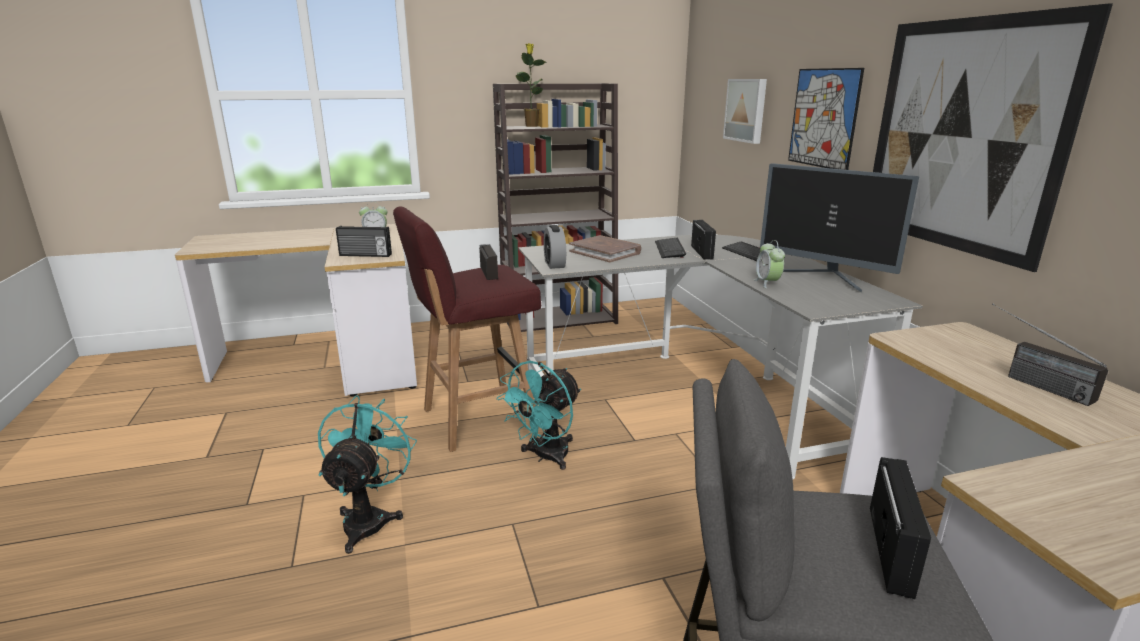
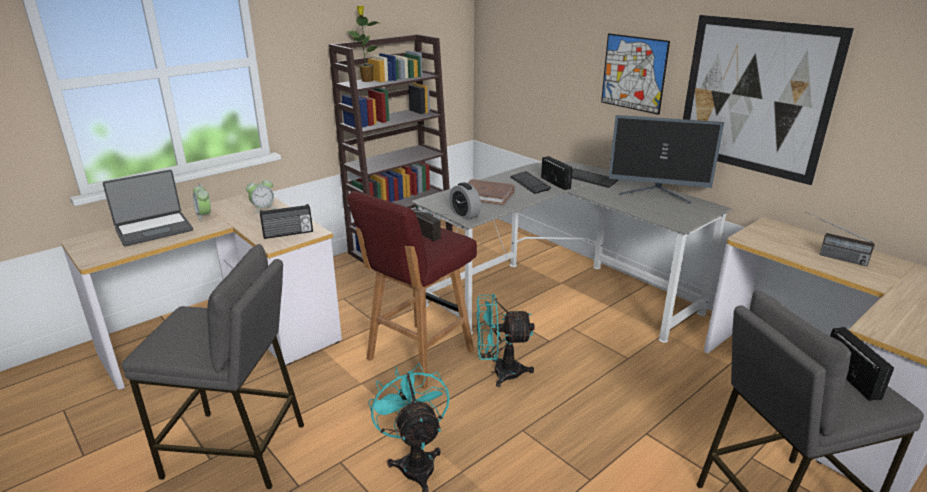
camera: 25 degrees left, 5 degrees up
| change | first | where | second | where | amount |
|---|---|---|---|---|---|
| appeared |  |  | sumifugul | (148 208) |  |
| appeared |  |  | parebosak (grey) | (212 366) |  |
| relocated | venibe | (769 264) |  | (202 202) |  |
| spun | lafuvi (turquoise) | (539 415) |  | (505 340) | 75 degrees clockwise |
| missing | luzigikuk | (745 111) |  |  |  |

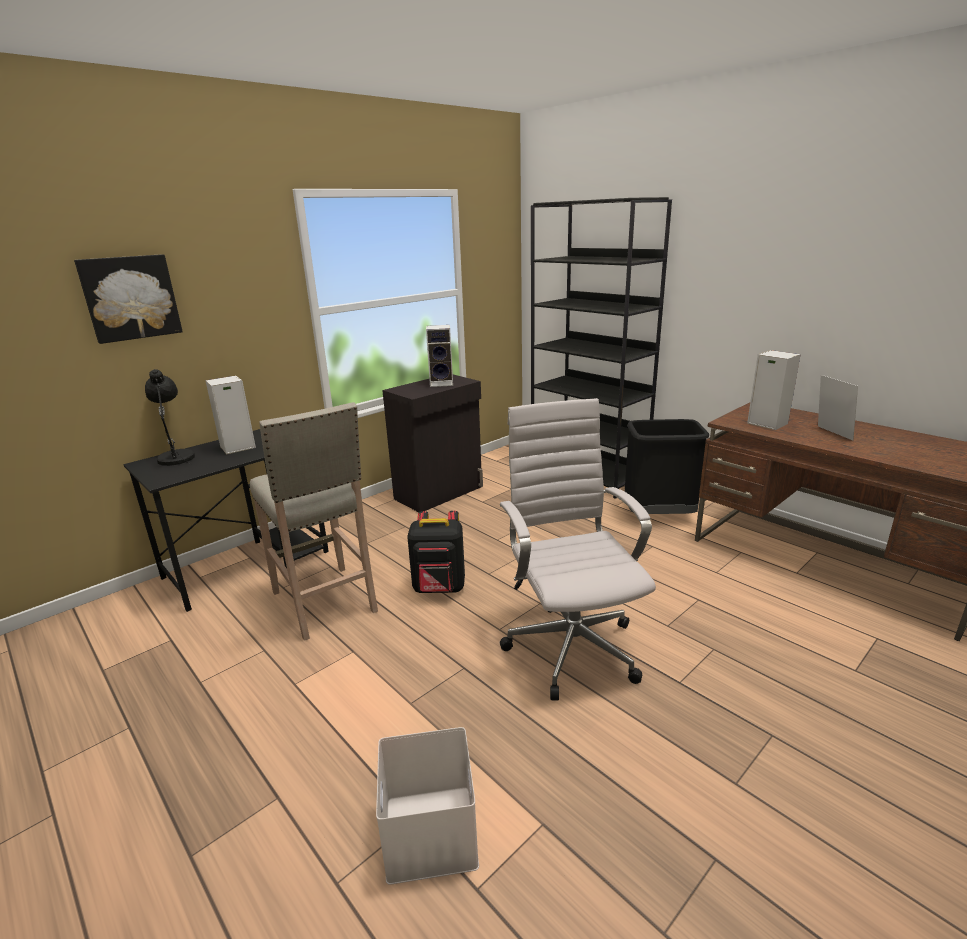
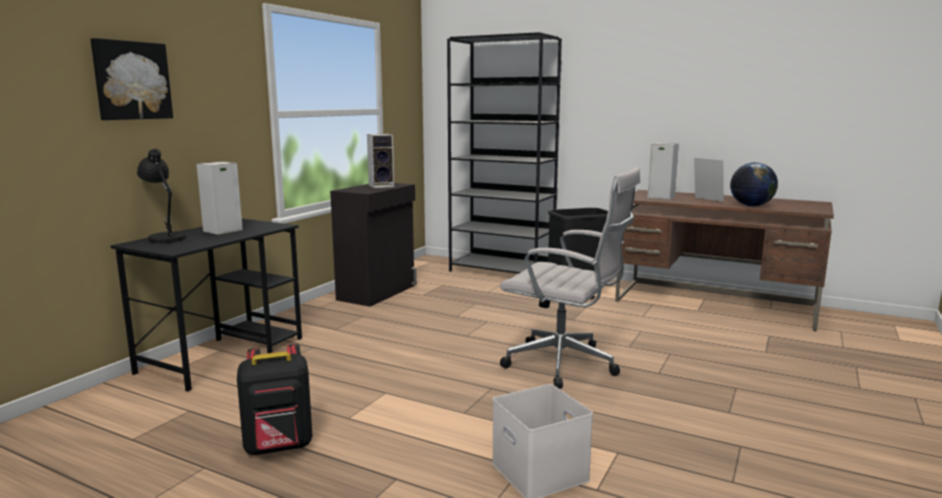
camera: 20 degrees left, 10 degrees down
| change | first | where | second | where | amount |
|---|---|---|---|---|---|
| relocated | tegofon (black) | (436 552) |  | (275 399) |  |
| spun | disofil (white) | (578 549) |  | (570 278) | 150 degrees clockwise |
| appeared |  |  | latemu | (754 184) |  |
| missing | parebosak (beige) | (314 521) |  |  |  |

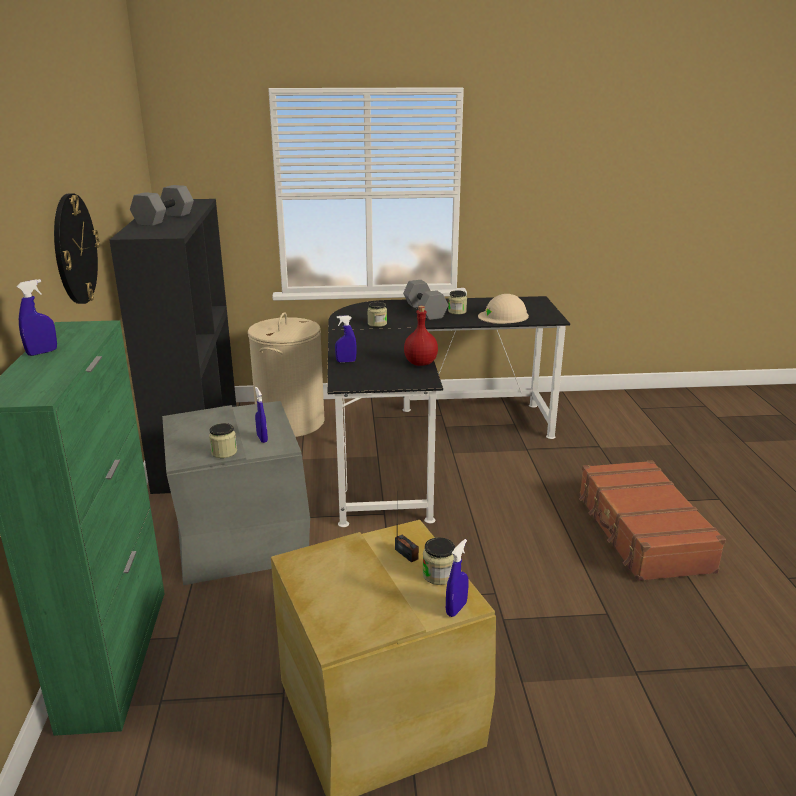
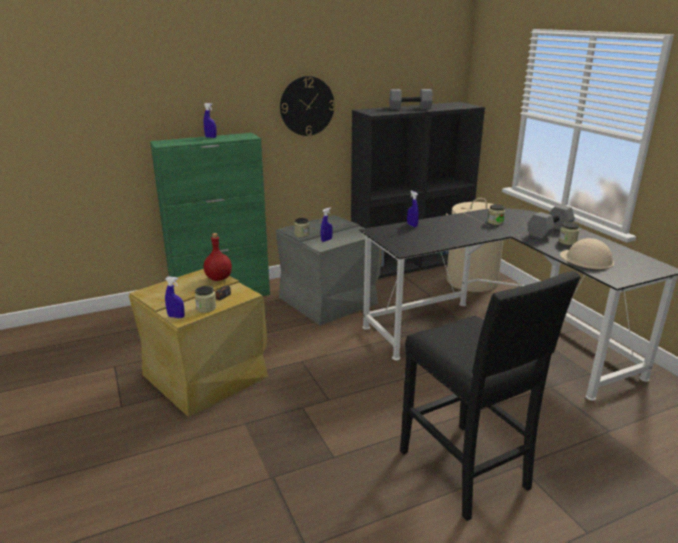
camera: 70 degrees right, 0 degrees up
| change | first | where | second | where | amount |
|---|---|---|---|---|---|
| relocated | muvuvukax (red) | (421 336) |  | (218 257) |  |
| exchanged | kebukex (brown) | (652 520) | parebosak (black) | (490 396) |  |

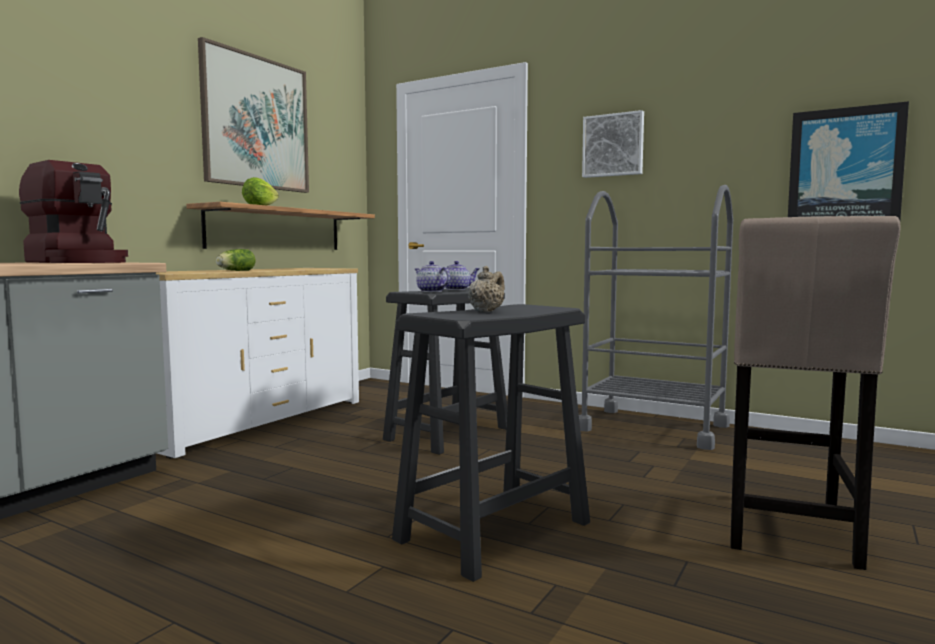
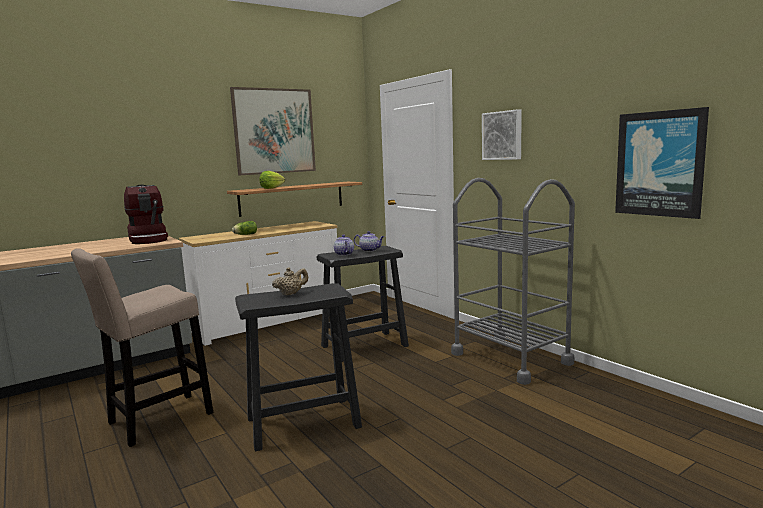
camera: 25 degrees right, 5 degrees up
| change | first | where | second | where | amount |
|---|---|---|---|---|---|
| relocated | parebosak (beige) | (815 393) |  | (142 347) |  |

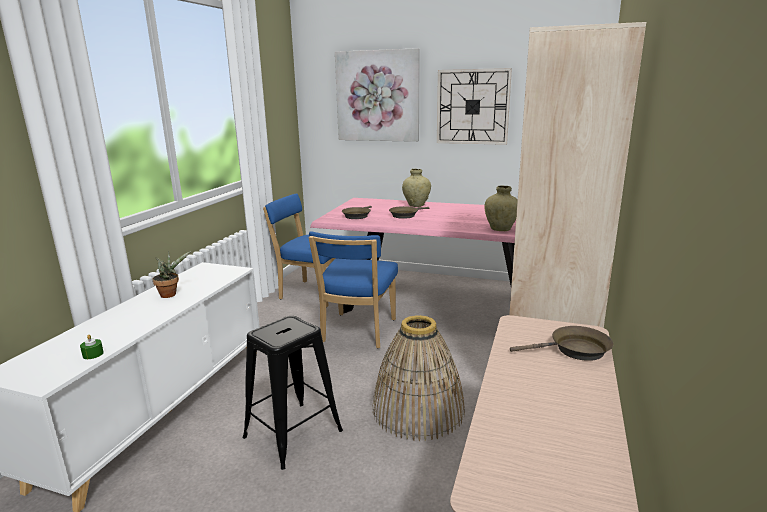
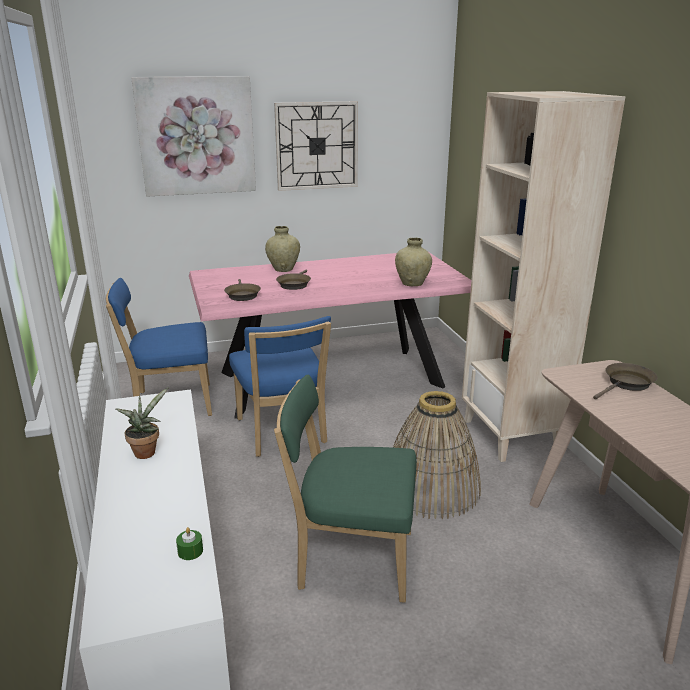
camera: 35 degrees left, 5 degrees up
| change | first | where | second | where | amount |
|---|---|---|---|---|---|
| exchanged | parebosak (black) | (293 393) | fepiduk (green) | (345 488) |  |

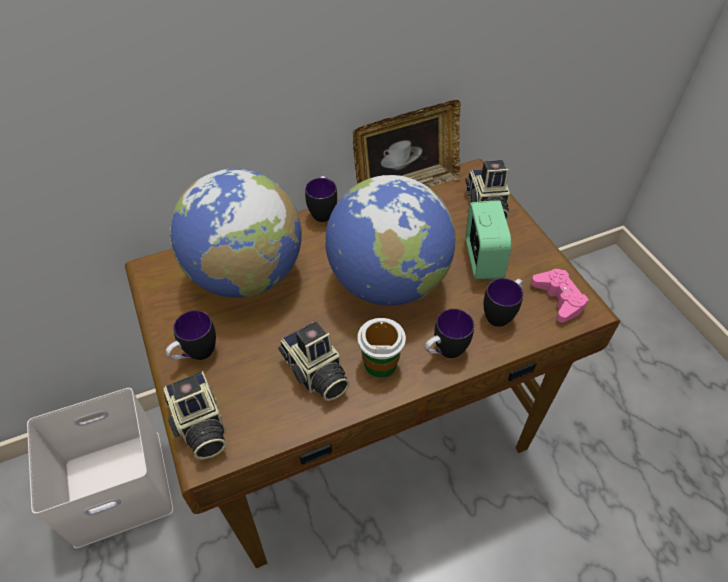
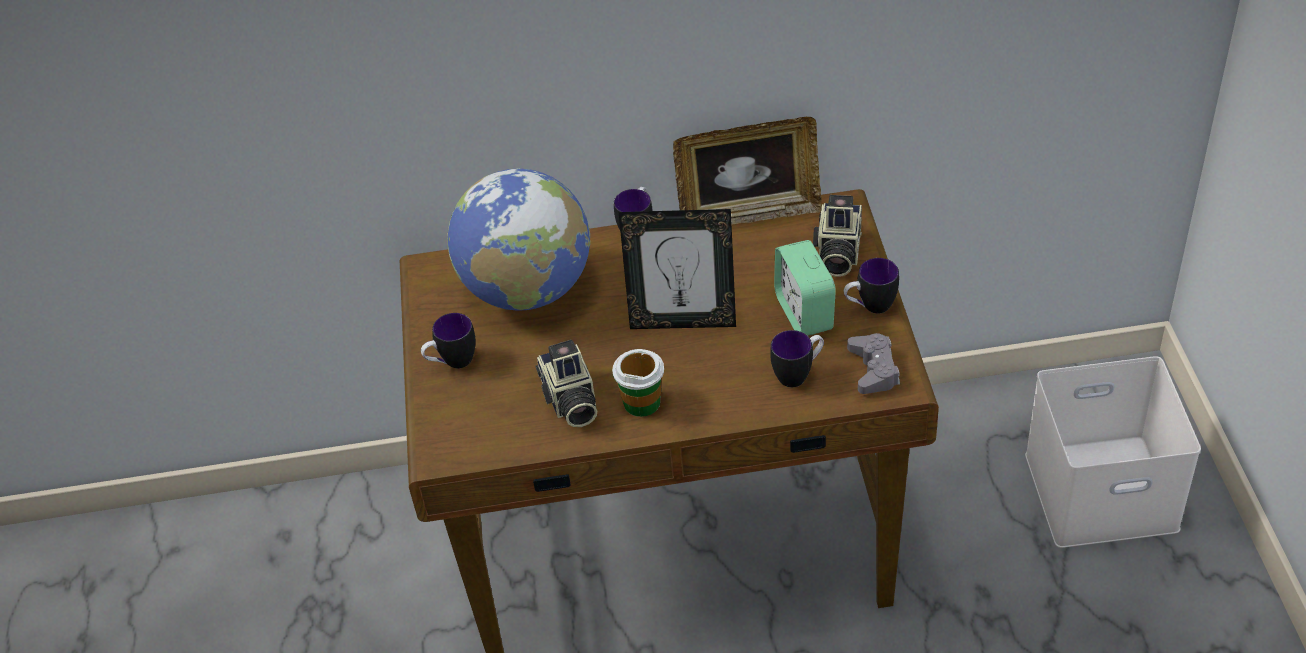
camera: 20 degrees right, 5 degrees down
| change | first | where | second | where | amount |
|---|---|---|---|---|---|
| exchanged | latemu | (390 240) | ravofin | (677 269) |  |
| spun | venibe | (488 240) |  | (805 288) | 150 degrees clockwise |
| relocated | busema | (449 333) |  | (871 285) |  |
| colour | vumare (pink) | (560 296) | vumare (grey) | (873 363) |  |
| relocated | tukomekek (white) | (100 468) |  | (1113 452) |  |
| missing | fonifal | (194 415) |  |  |  |

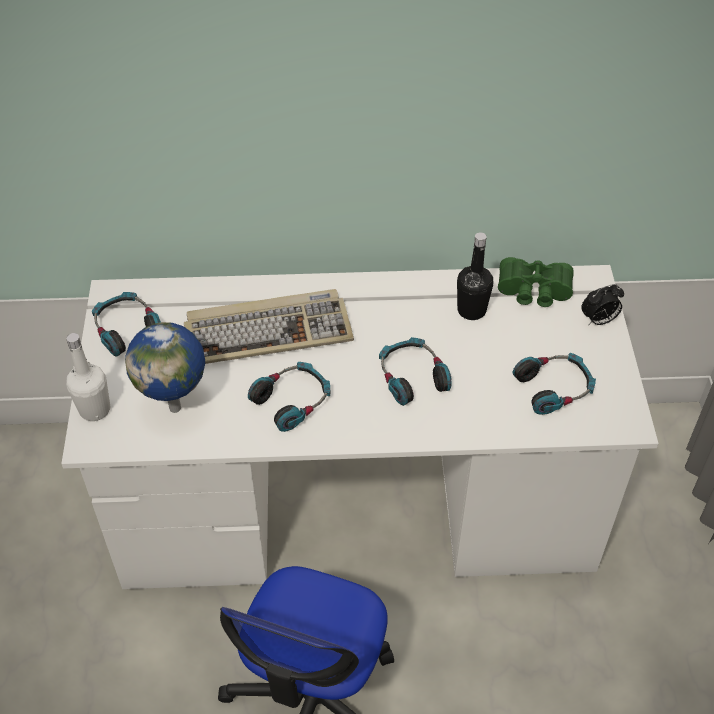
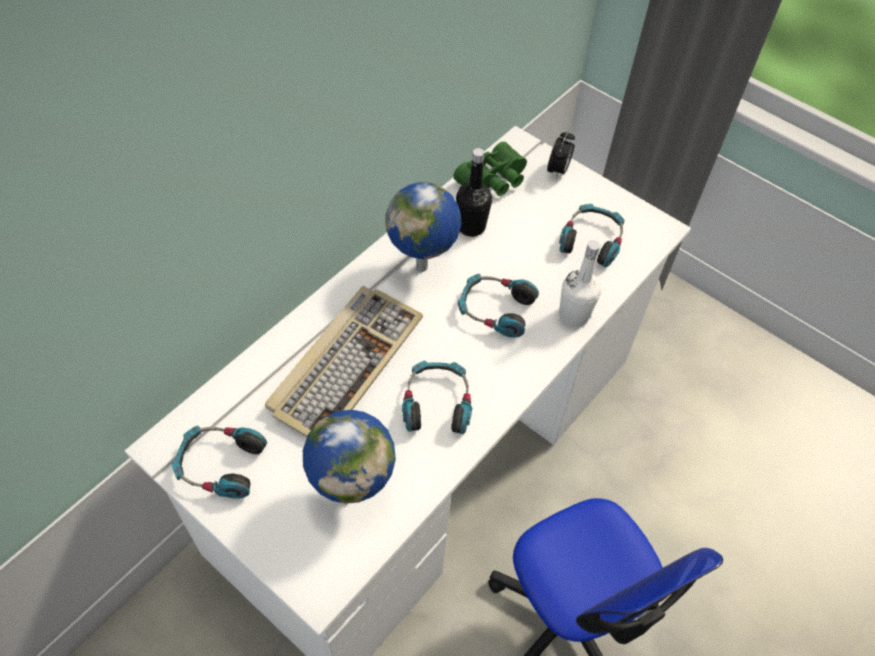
camera: 50 degrees left, 5 degrees up
| change | first | where | second | where | amount |
|---|---|---|---|---|---|
| appeared |  |  | latemu | (423 227) |  |
| relocated | muvuvukax (white) | (88 377) |  | (580 283) |  |

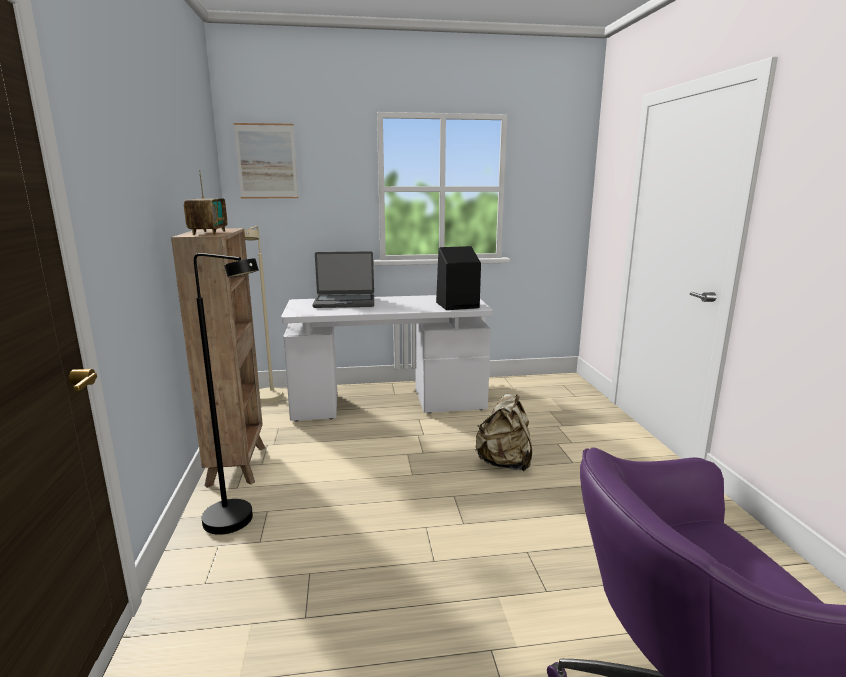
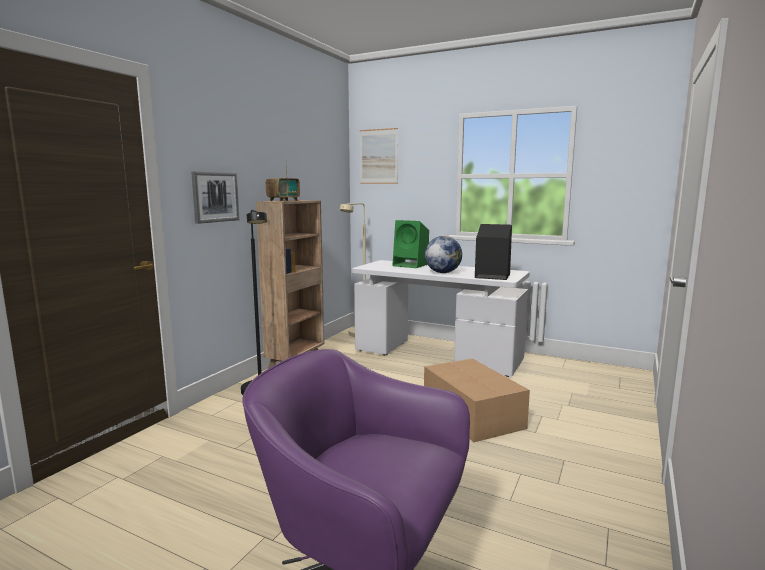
camera: 35 degrees right, 5 degrees down
| change | first | where | second | where | amount |
|---|---|---|---|---|---|
| appeared |  |  | luzigikuk | (215 198) |  |
| exchanged | sumifugul | (343 279) | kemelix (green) | (410 244) |  |
| exchanged | tegofon (beige) | (503 432) | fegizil | (477 400) |  |
| appeared |  |  | latemu | (443 254) |  |

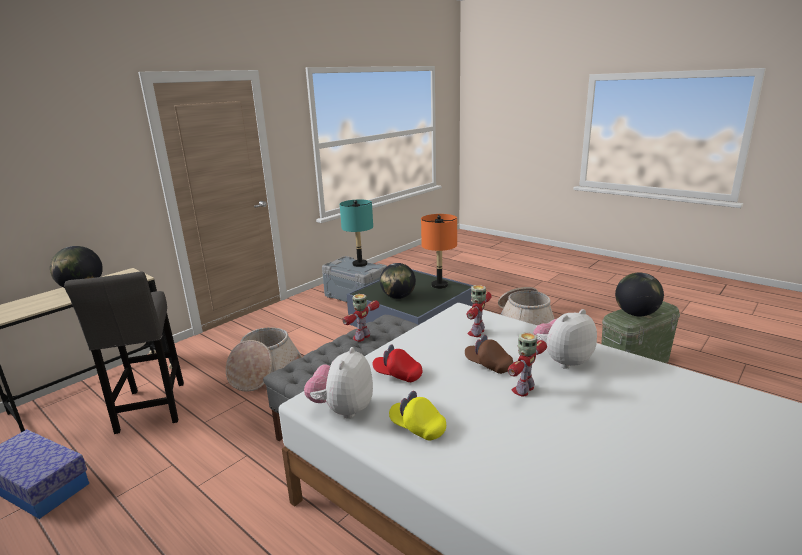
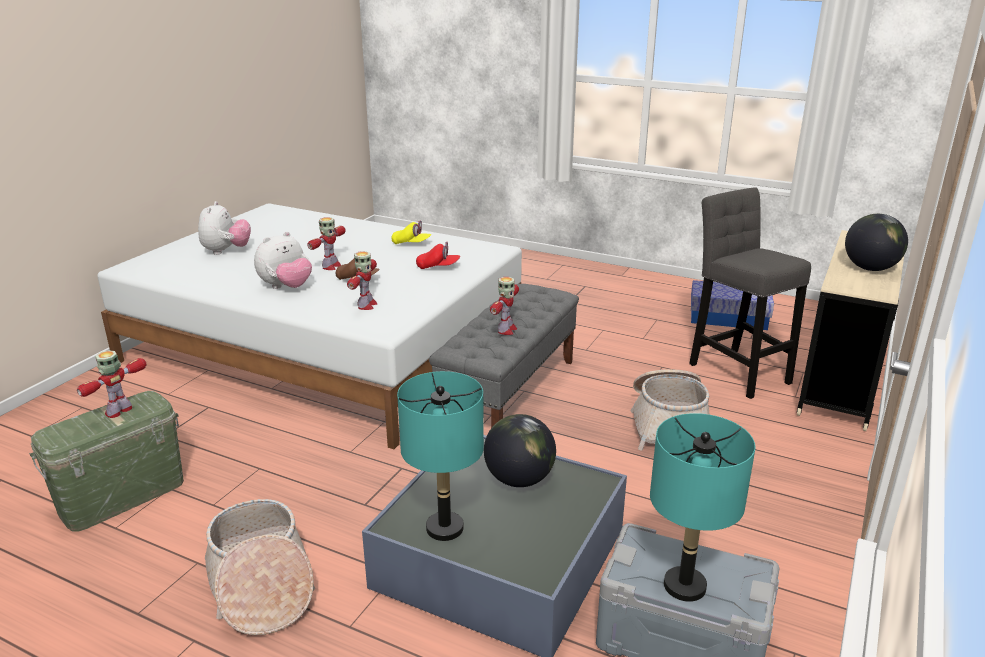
camera: 165 degrees right, 5 degrees up
| change | first | where | second | where | amount |
|---|---|---|---|---|---|
| exchanged | latemu | (639 294) | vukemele | (112 384) |  |
| relocated | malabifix | (338 383) |  | (224 228) |  |
| colour | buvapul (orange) | (439 251) | buvapul (turquoise) | (440 456) |  |

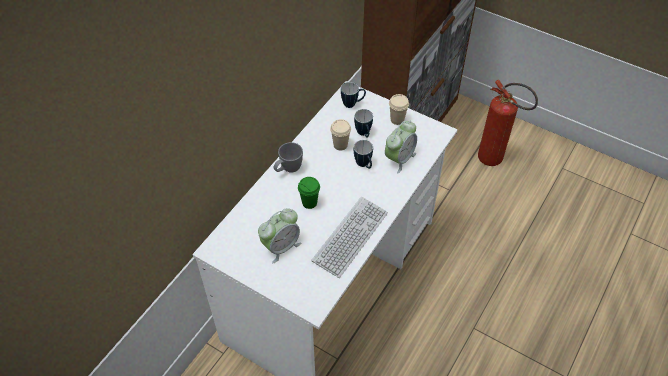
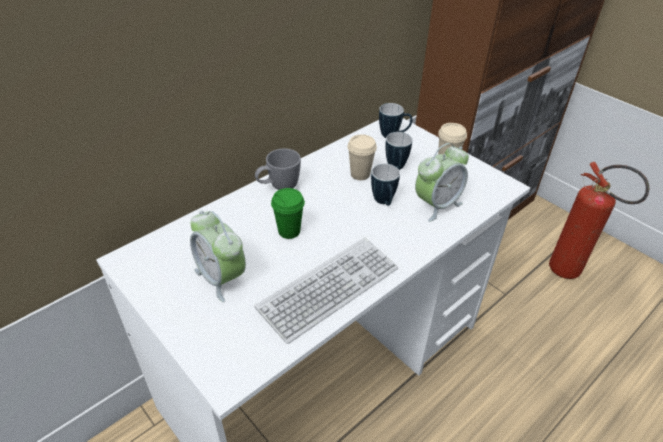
camera: 15 degrees right, 10 degrees down
| change | first | where | second | where | amount |
|---|---|---|---|---|---|
| spun | venibe | (279 235) |  | (218 257) | 75 degrees clockwise |

